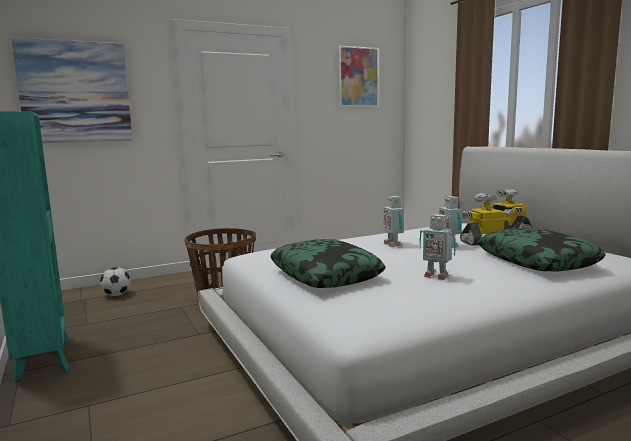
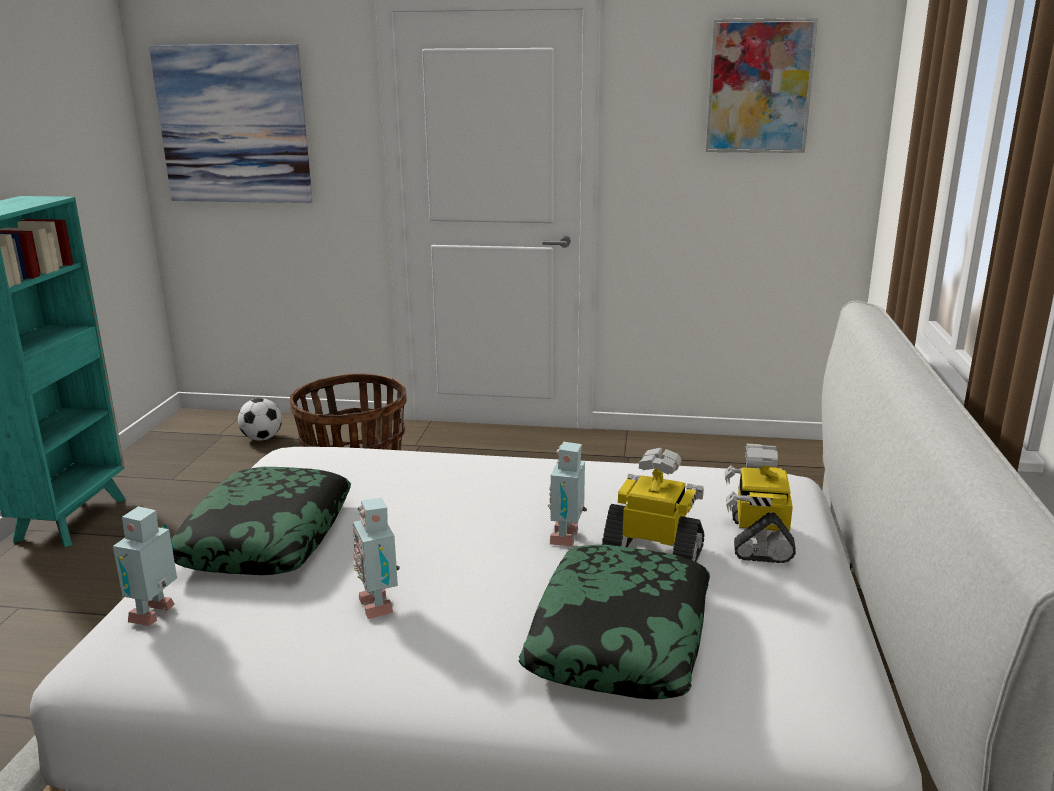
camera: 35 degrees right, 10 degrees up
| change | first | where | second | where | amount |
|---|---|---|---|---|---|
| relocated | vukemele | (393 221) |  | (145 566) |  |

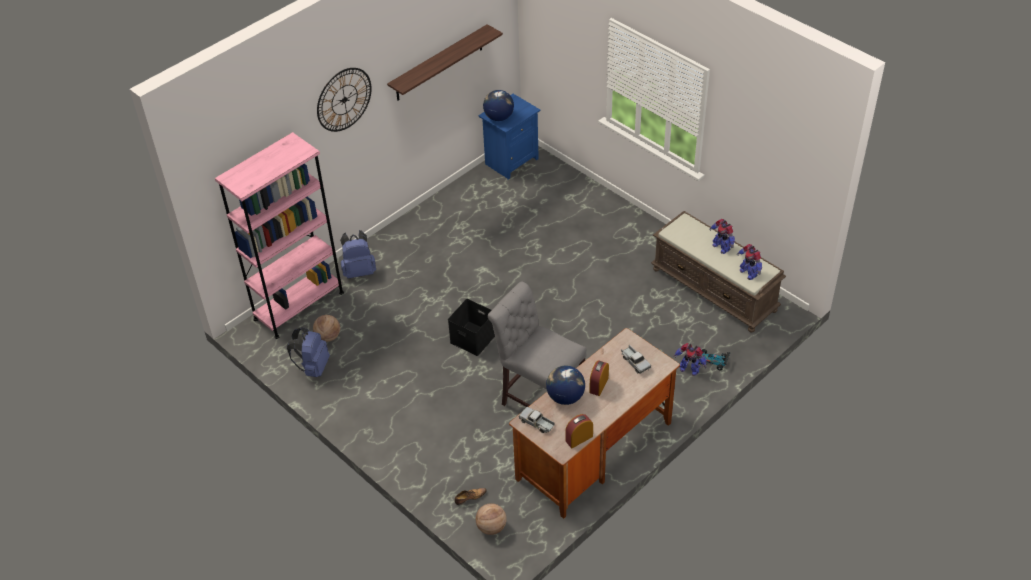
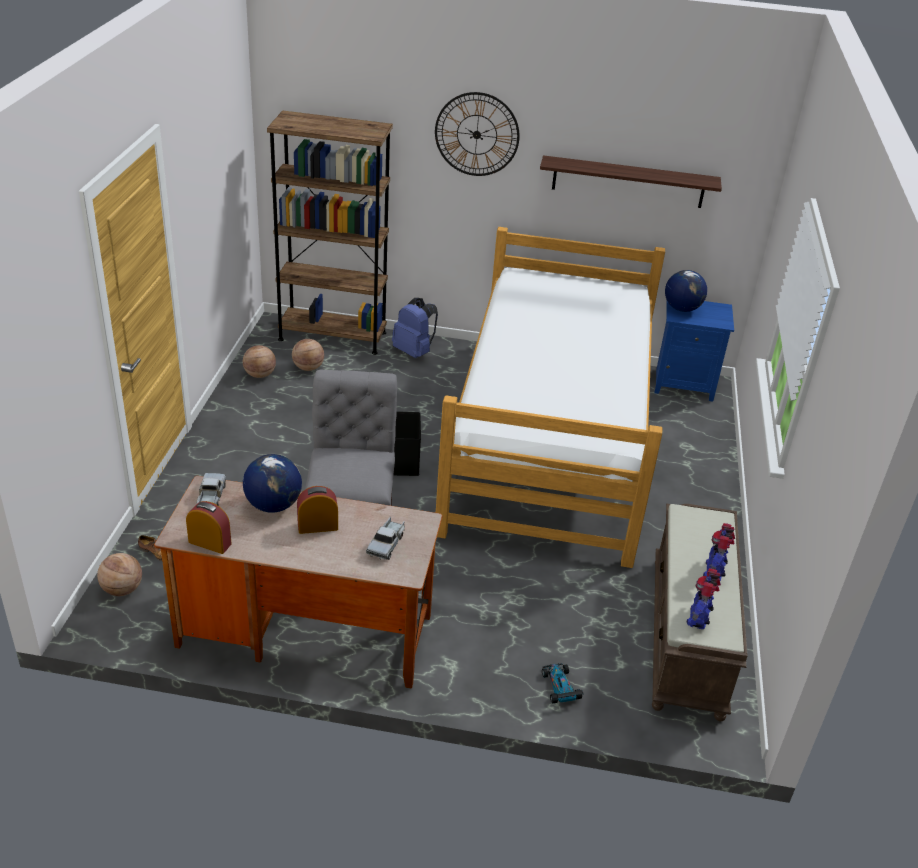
camera: 50 degrees right, 10 degrees down
| change | first | where | second | where | amount |
|---|---|---|---|---|---|
| exchanged | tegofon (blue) | (308 352) | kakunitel | (259 361) |  |
| colour | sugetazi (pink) | (279 235) | sugetazi (brown) | (330 233) |  |
| appeared |  |  | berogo | (550 397) |  |
| missing | vukemele | (690 359) |  |  |  |

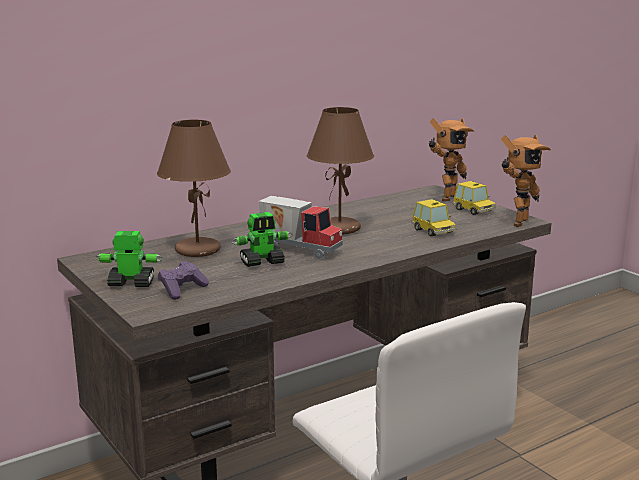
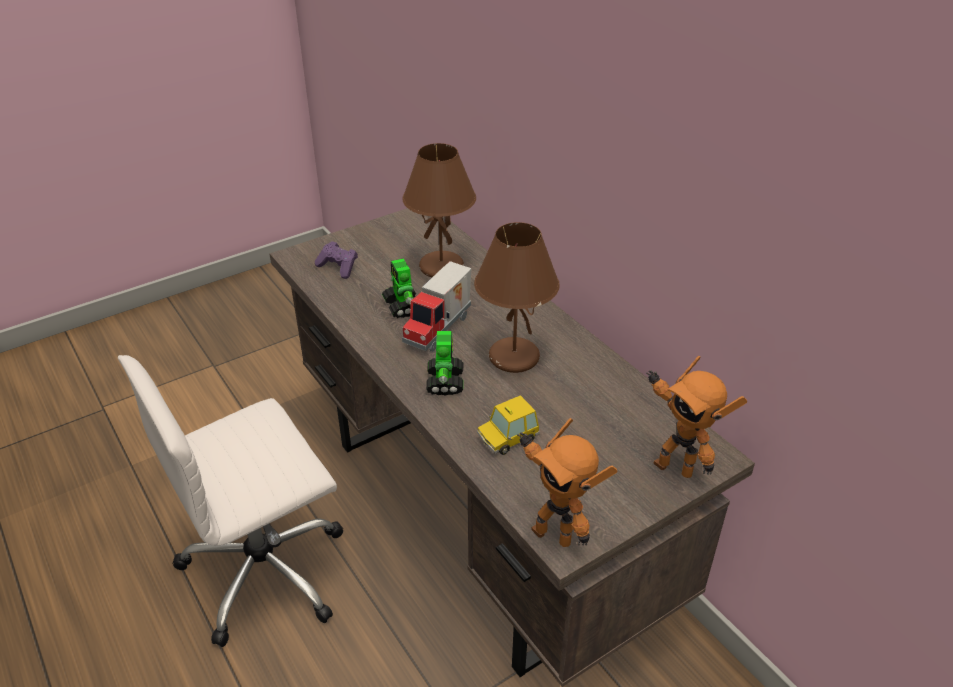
camera: 90 degrees right, 20 degrees up
| change | first | where | second | where | amount |
|---|---|---|---|---|---|
| relocated | vukemele | (129 259) |  | (444 363) |  |
| missing | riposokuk | (474 198) |  |  |  |

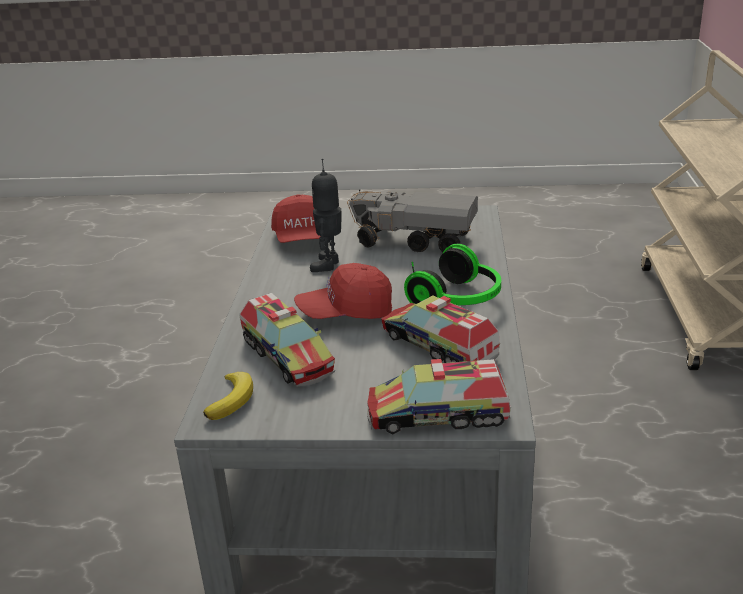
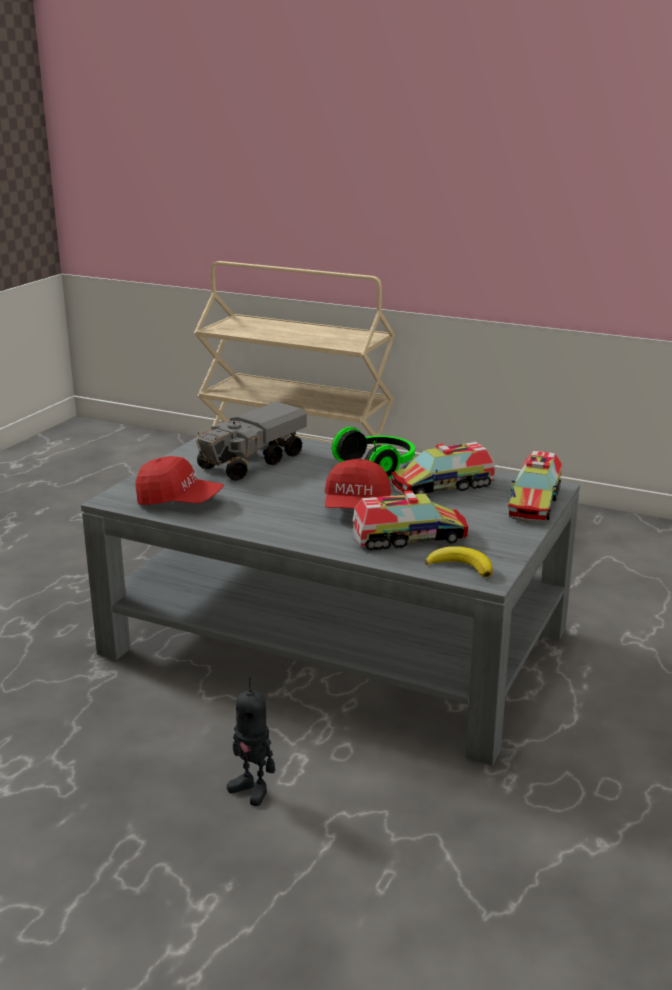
camera: 70 degrees left, 5 degrees down
| change | first | where | second | where | amount |
|---|---|---|---|---|---|
| relocated | vukemele | (326 215) |  | (251 741) |  |

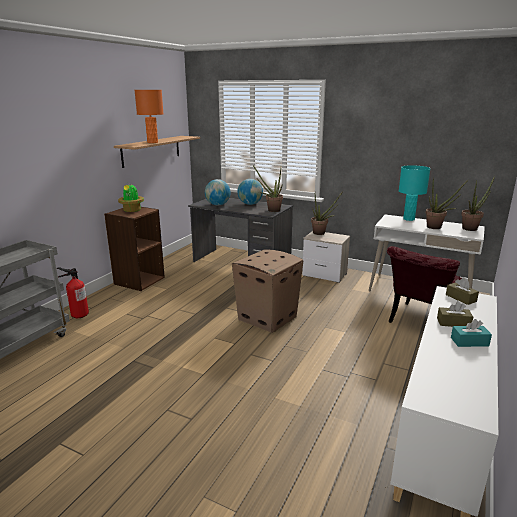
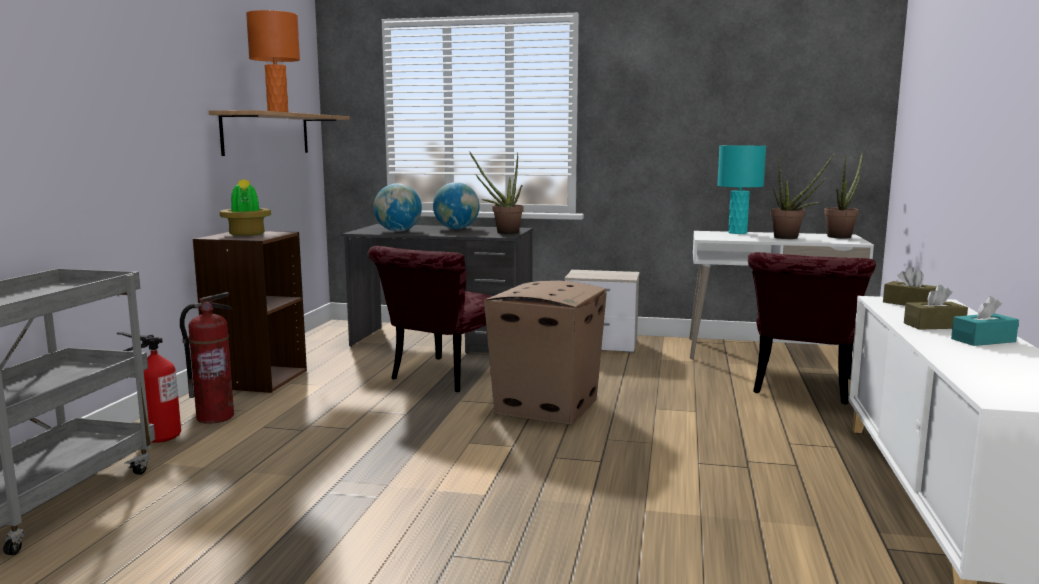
camera: 15 degrees left, 10 degrees down
| change | first | where | second | where | amount |
|---|---|---|---|---|---|
| appeared |  |  | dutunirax | (207 357) |  |
| appeared |  |  | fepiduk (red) | (430 319) |  |
| missing | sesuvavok | (327 213) |  |  |  |

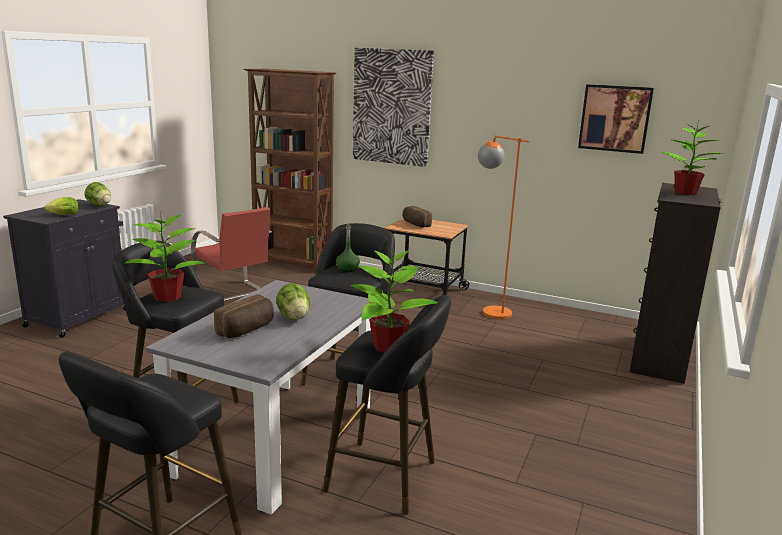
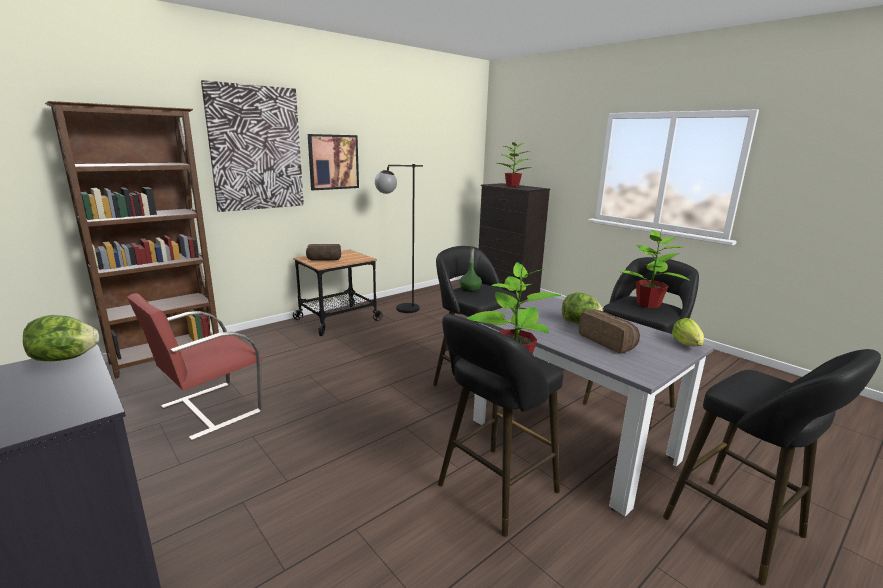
camera: 65 degrees left, 0 degrees up
| change | first | where | second | where | amount |
|---|---|---|---|---|---|
| spun | fepiduk (red) | (231 254) |  | (195 367) | 150 degrees clockwise |
| relocated | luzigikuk | (616 119) |  | (333 162) |  |
| colour | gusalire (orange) | (504 227) | gusalire (black) | (399 238) |  |
| relocated | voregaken | (62 206) |  | (688 332) |  |

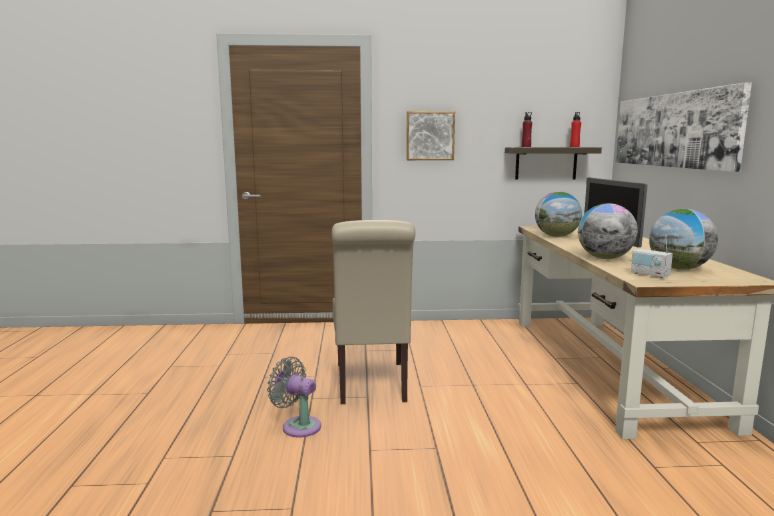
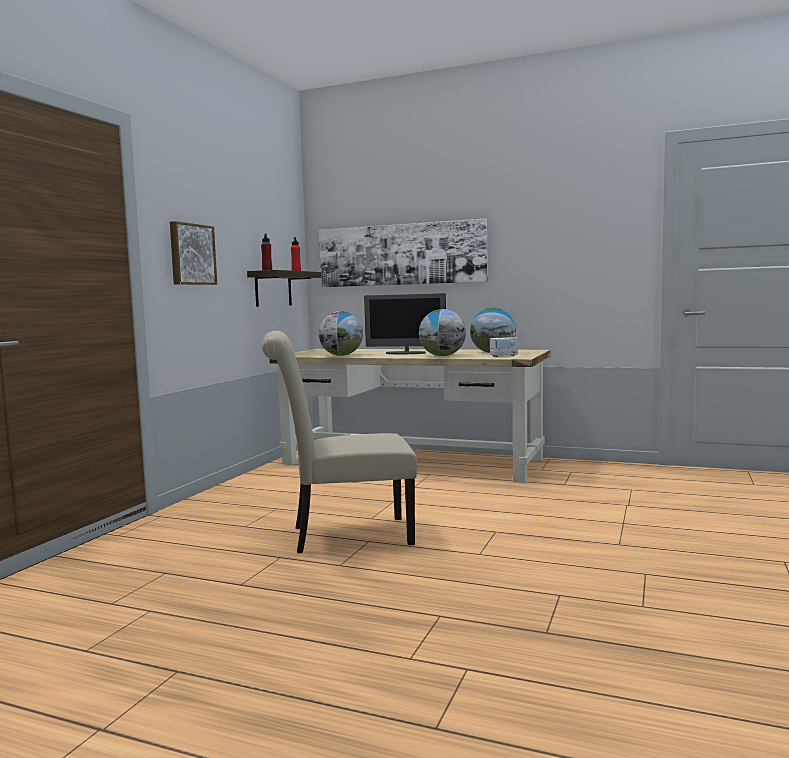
camera: 65 degrees left, 5 degrees down
| change | first | where | second | where | amount |
|---|---|---|---|---|---|
| spun | fepiduk (beige) | (373 312) |  | (340 442) | 150 degrees clockwise |
| missing | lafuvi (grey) | (294 397) |  |  |  |

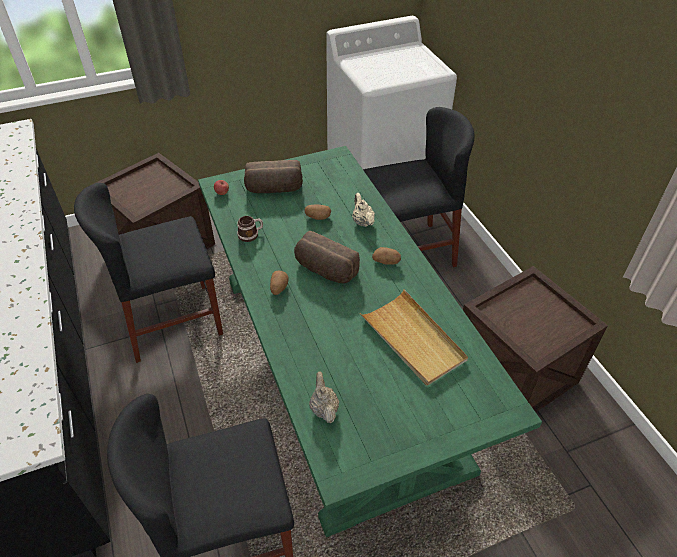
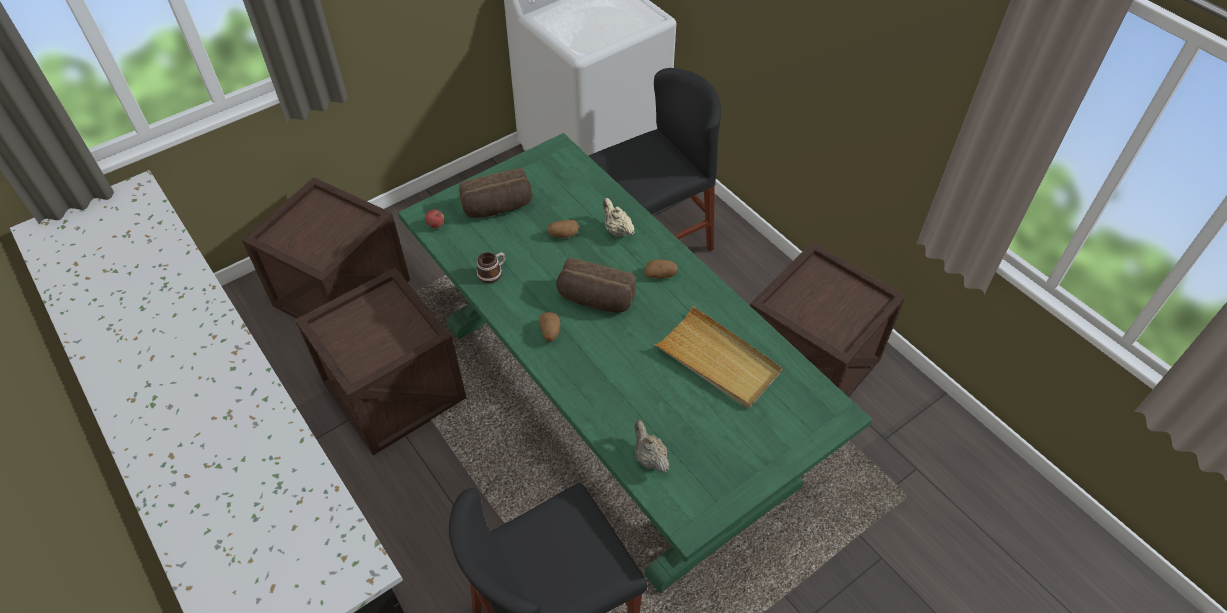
camera: 15 degrees left, 5 degrees up
| change | first | where | second | where | amount |
|---|---|---|---|---|---|
| exchanged | fepiduk (black) | (148 273) | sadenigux | (380 361) |  |

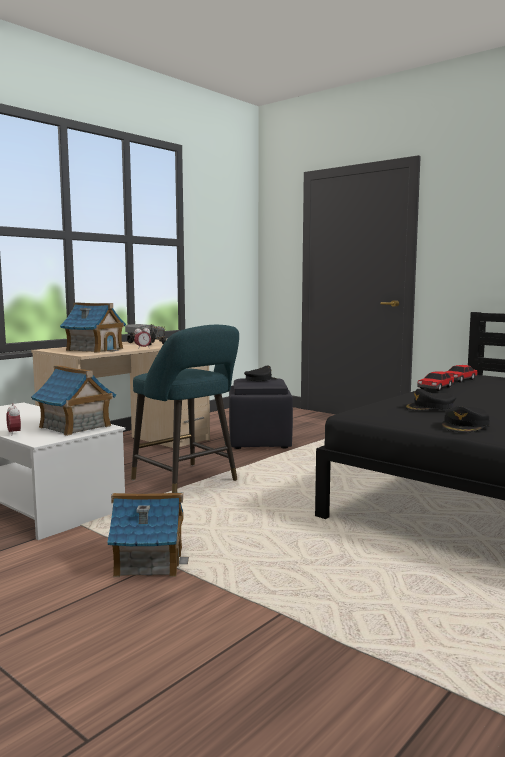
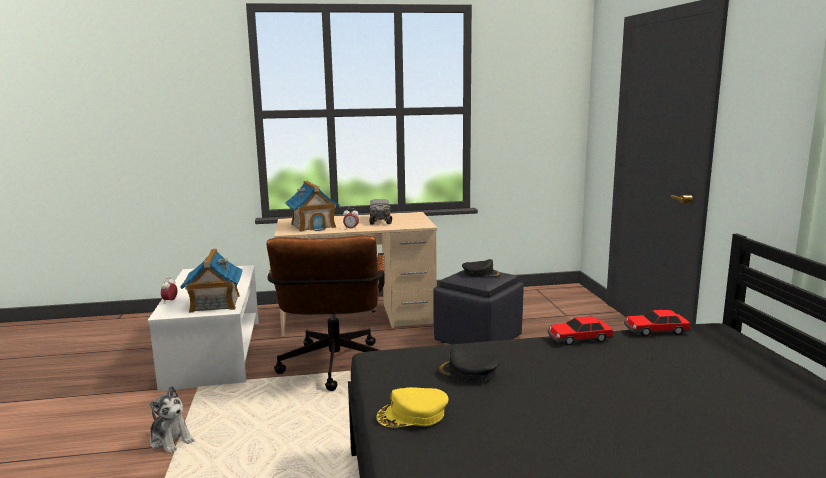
camera: 40 degrees right, 5 degrees up
| change | first | where | second | where | amount |
|---|---|---|---|---|---|
| exchanged | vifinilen | (148 535) | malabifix | (172 420) |  |
| exchanged | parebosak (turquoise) | (185 409) | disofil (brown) | (326 313) |  |
| colour | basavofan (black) | (466 419) | basavofan (yellow) | (412 407) |  |

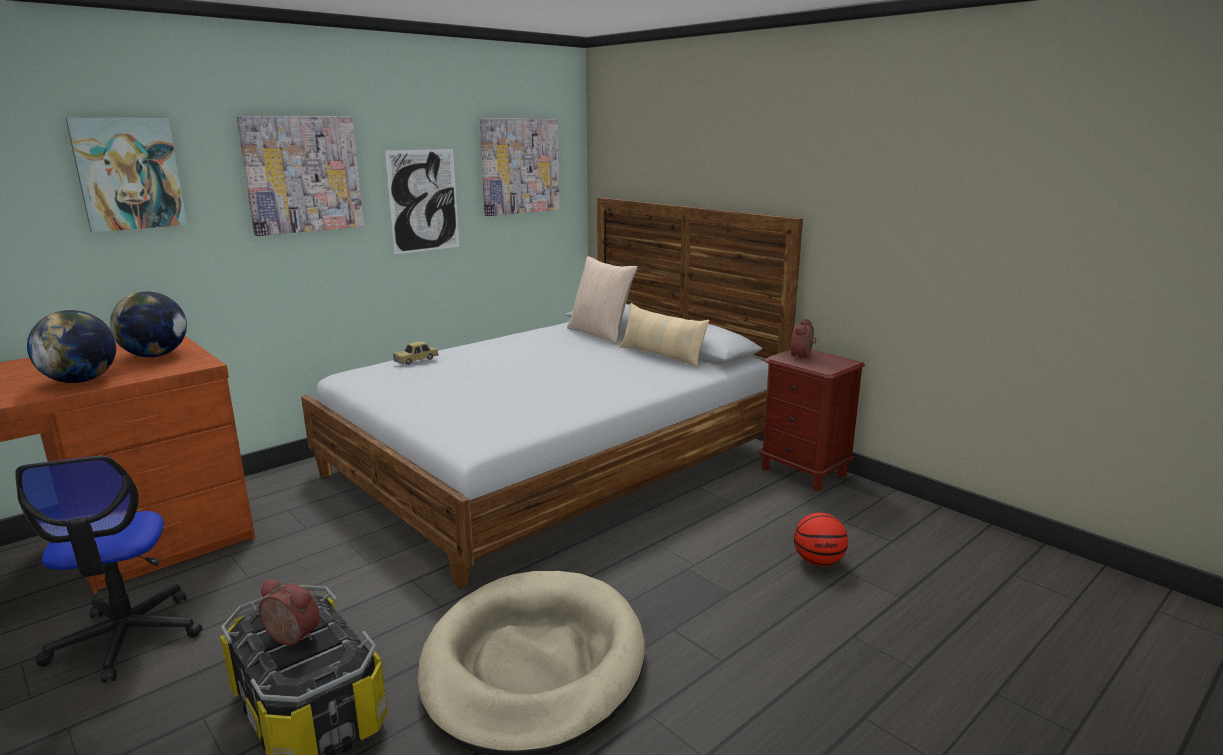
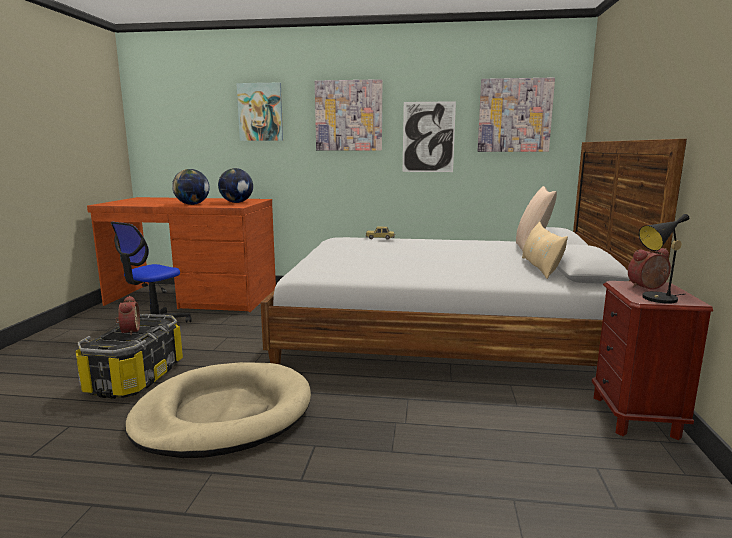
camera: 50 degrees right, 5 degrees down
| change | first | where | second | where | amount |
|---|---|---|---|---|---|
| appeared |  |  | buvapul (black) | (664 259) |  |
| missing | kakunitel | (821 539) |  |  |  |

